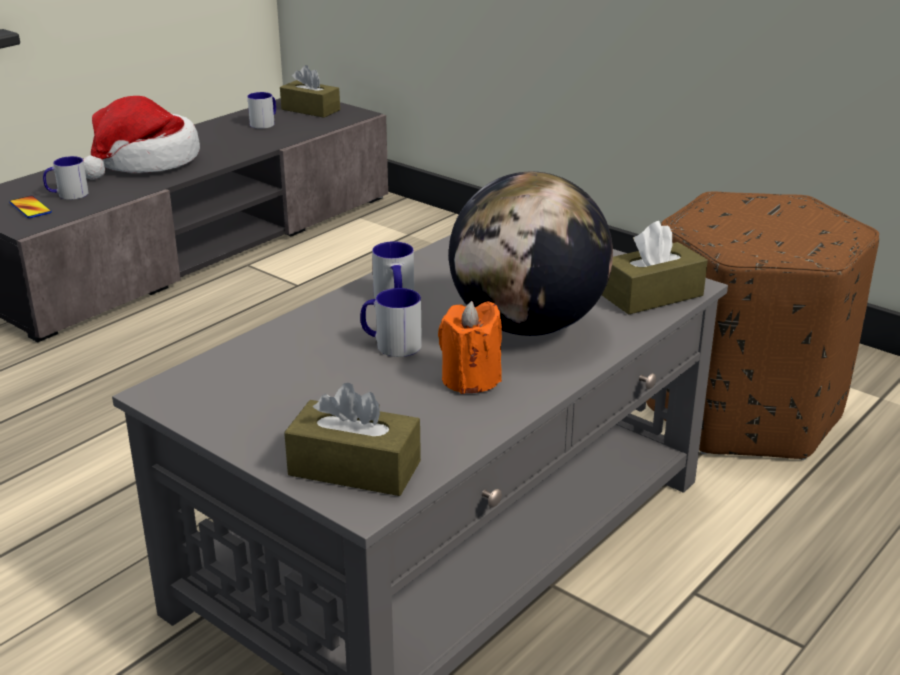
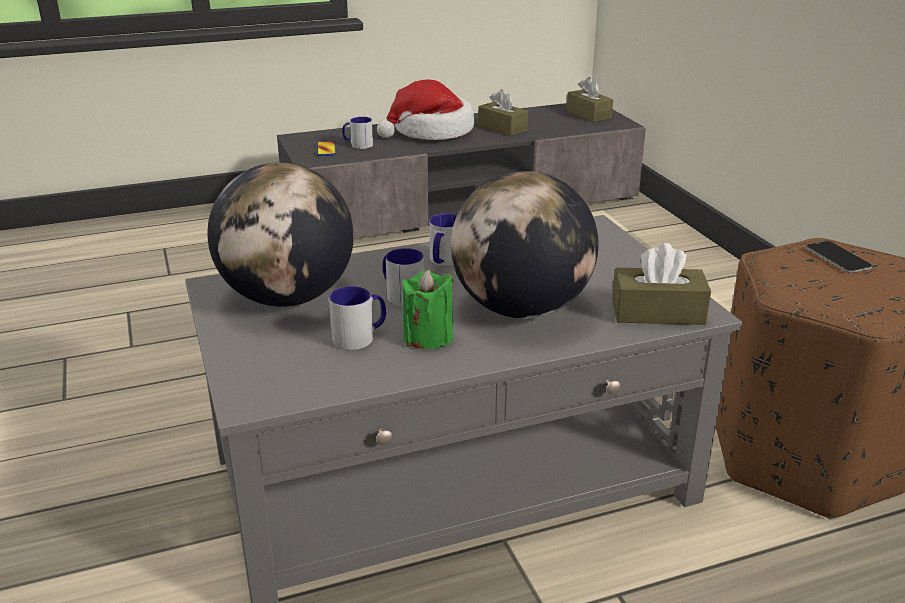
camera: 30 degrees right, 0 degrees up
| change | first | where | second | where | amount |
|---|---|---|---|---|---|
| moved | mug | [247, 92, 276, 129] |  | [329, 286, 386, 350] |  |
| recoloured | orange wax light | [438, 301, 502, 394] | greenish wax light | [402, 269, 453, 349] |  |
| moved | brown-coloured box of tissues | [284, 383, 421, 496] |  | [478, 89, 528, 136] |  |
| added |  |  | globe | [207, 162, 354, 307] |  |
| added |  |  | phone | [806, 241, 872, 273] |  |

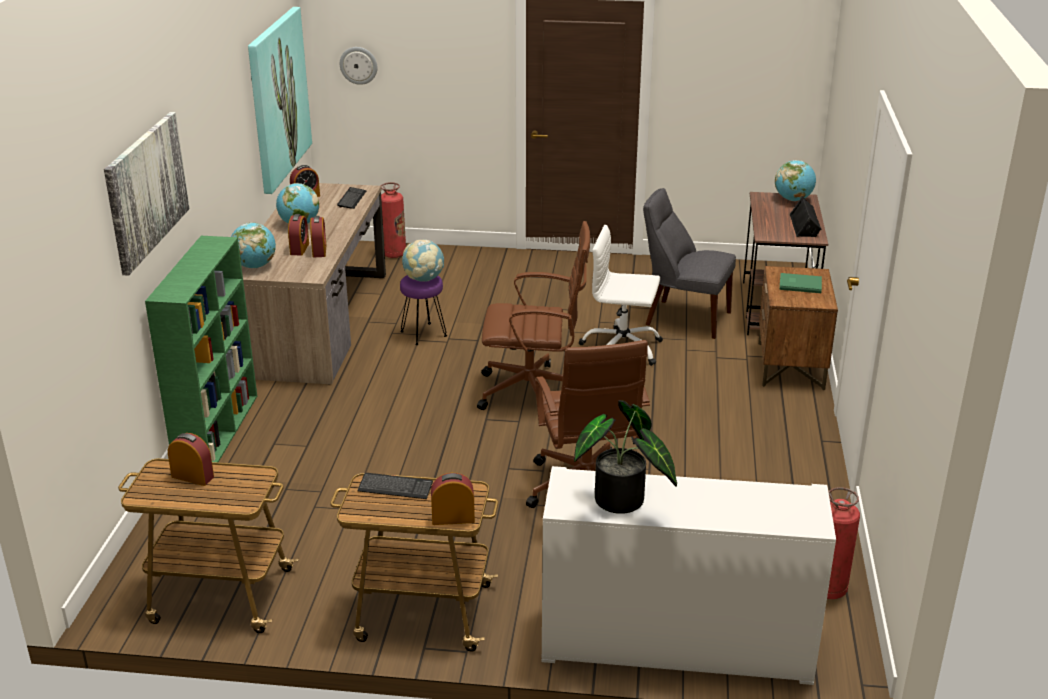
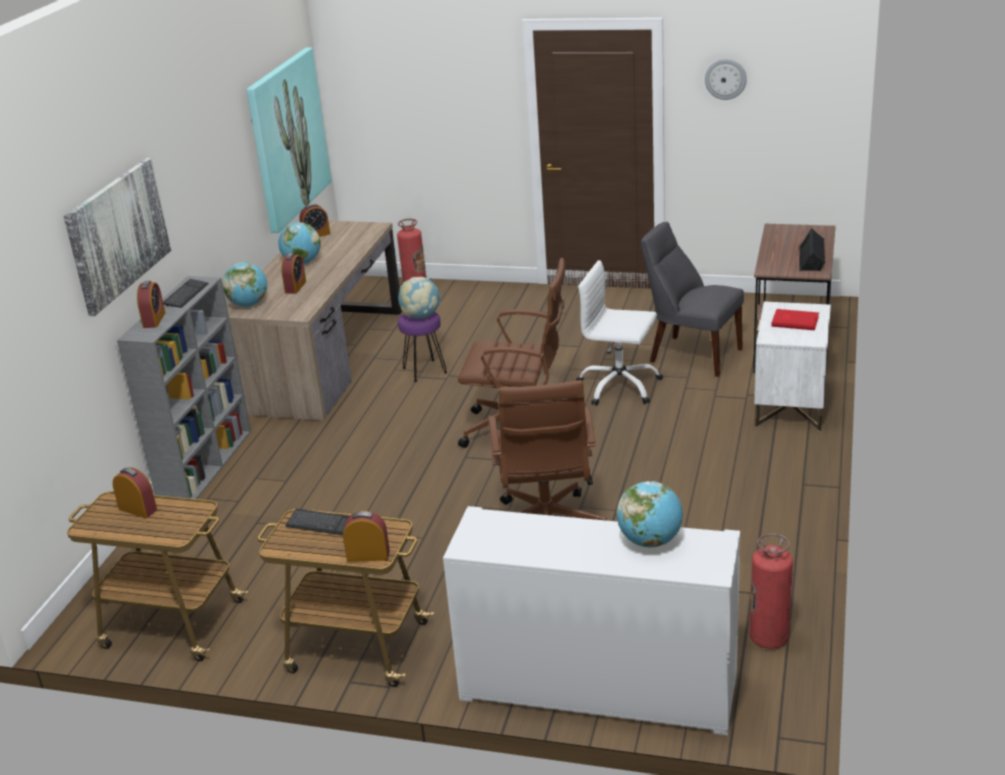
camera: 10 degrees right, 0 degrees up
| change | first | where | second | where | amount |
|---|---|---|---|---|---|
| moved | hanging clock | [340, 47, 377, 85] |  | [705, 59, 747, 100] |  |
| moved | globe | [775, 160, 816, 201] |  | [616, 481, 683, 547] |  |
| moved | computer keyboard | [337, 187, 366, 209] |  | [163, 279, 209, 308] |  |
| moved | alarm clock | [310, 216, 326, 257] |  | [137, 281, 165, 328] |  |
| recoloured | greenish bookshelf | [145, 236, 257, 462] | gray bookshelf | [117, 276, 251, 499] |  |
| recoloured | brown-coloured night table | [758, 266, 838, 390] | white night table | [754, 302, 831, 432] |  |
| recoloured | greenish bound book | [779, 273, 822, 293] | red-coloured bound book | [771, 309, 819, 330] |  |
| removed | plant in a pot | [574, 400, 677, 514] |  |  |  |

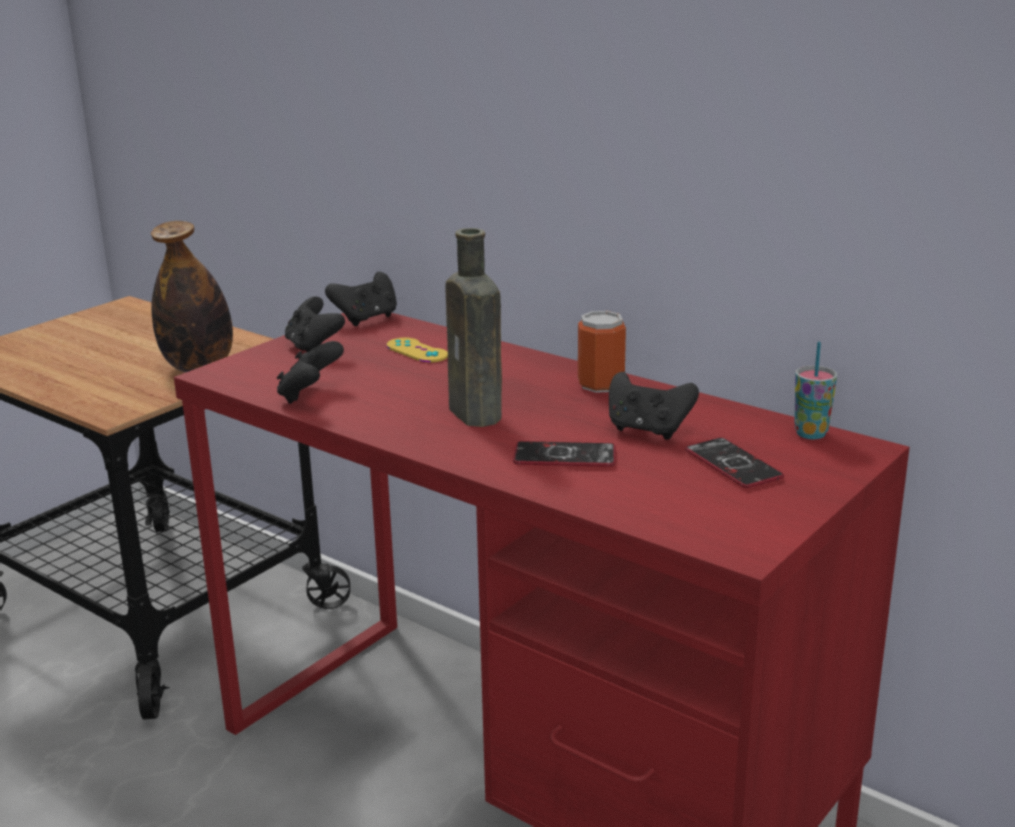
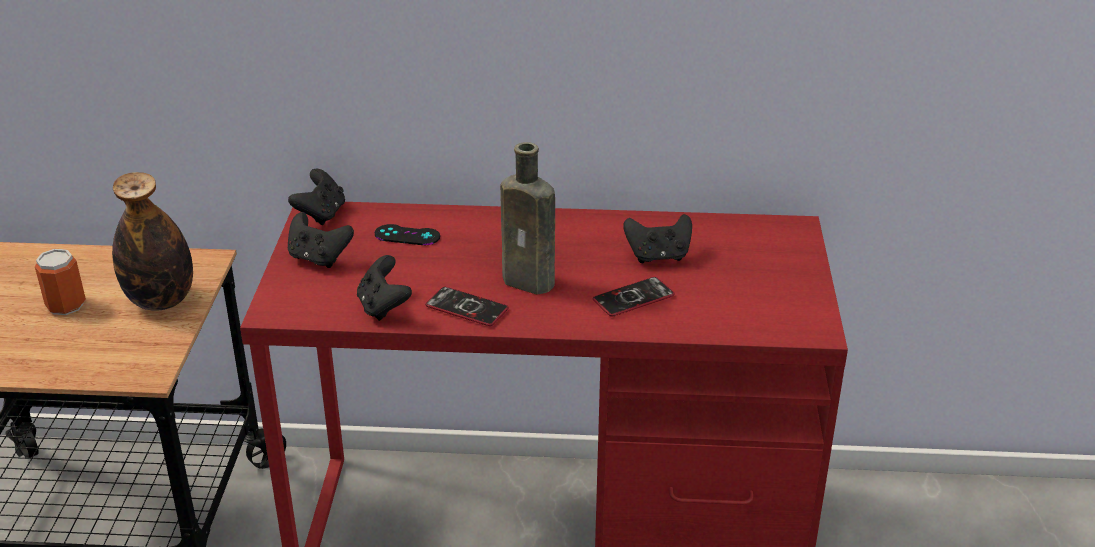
camera: 35 degrees left, 10 degrees up
| change | first | where | second | where | amount |
|---|---|---|---|---|---|
| moved | metal can | [578, 311, 626, 393] |  | [35, 249, 86, 315] |  |
| recoloured | yellowish joypad | [386, 338, 448, 363] | black-coloured joypad | [375, 224, 440, 245] |  |
| removed | cup | [795, 342, 837, 439] |  |  |  |
| moved | phone | [685, 438, 784, 488] |  | [425, 287, 508, 326] |  |

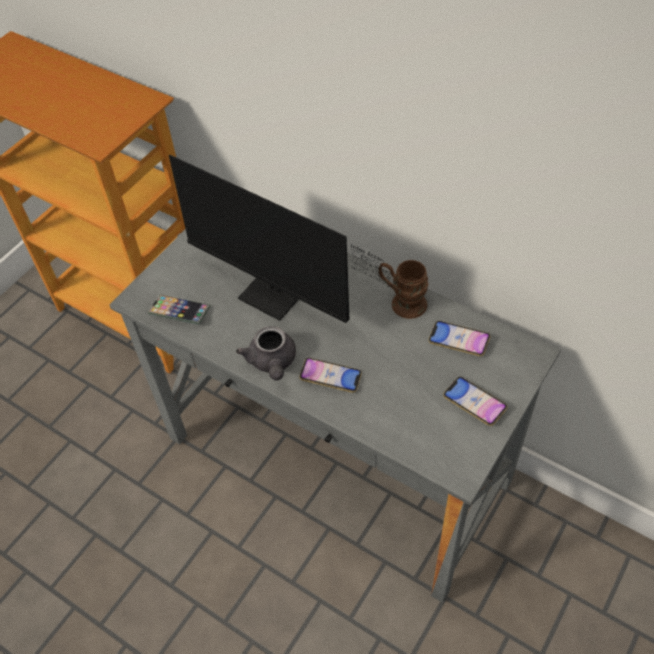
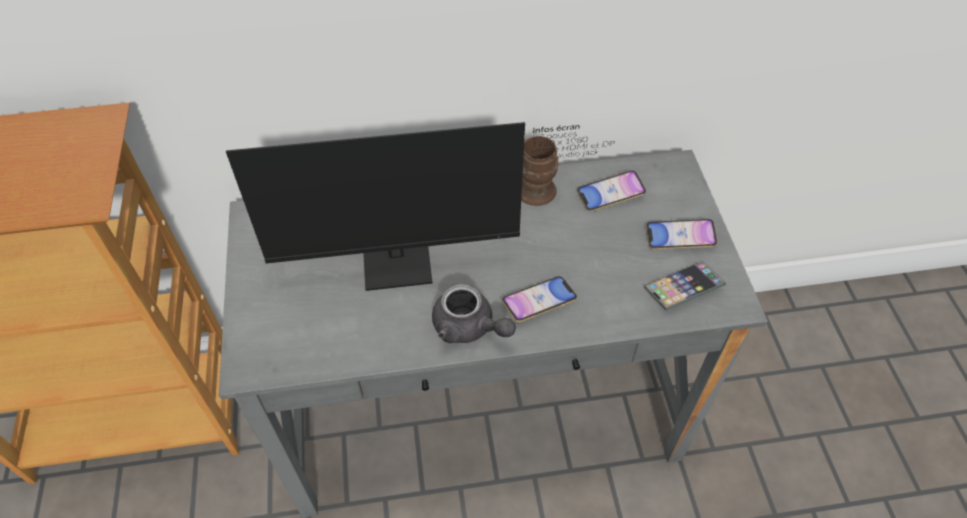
camera: 45 degrees left, 0 degrees up
| change | first | where | second | where | amount |
|---|---|---|---|---|---|
| moved | phone | [147, 295, 211, 325] |  | [644, 261, 726, 311] |  |

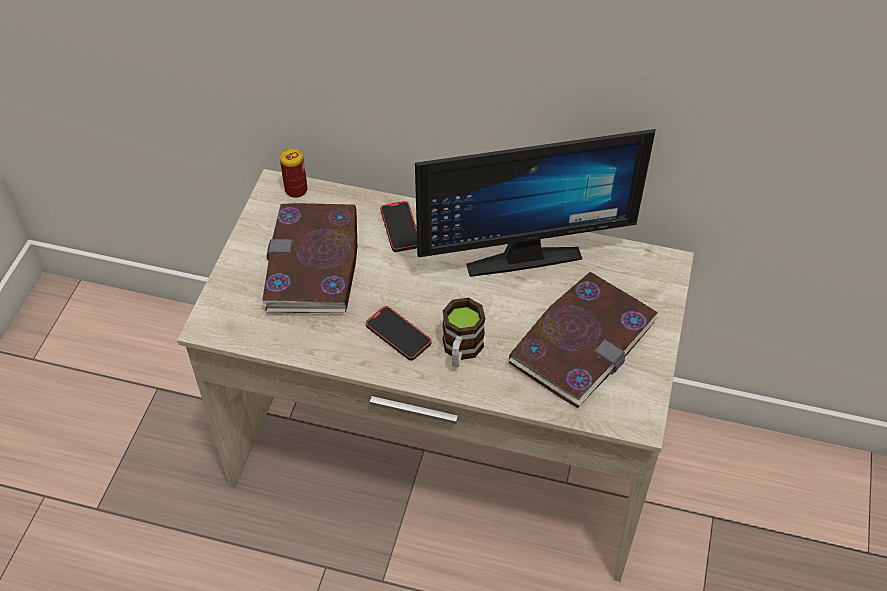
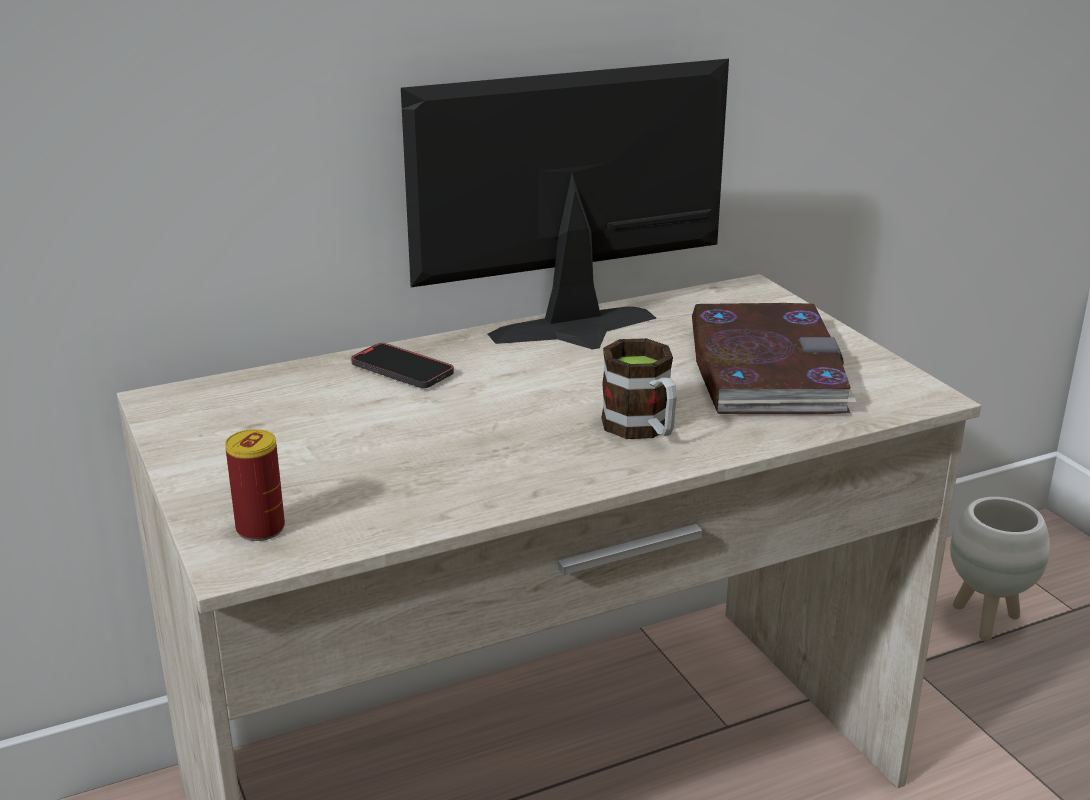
camera: 40 degrees left, 25 degrees down
| change | first | where | second | where | amount |
|---|---|---|---|---|---|
| turned | monitor | [415, 129, 656, 277] |  | [401, 59, 729, 349] | 150 degrees counterclockwise |
| moved | metal can | [280, 148, 308, 198] |  | [225, 429, 285, 541] |  |
| removed | bound book | [262, 203, 357, 313] |  |  |  |
| removed | phone | [366, 306, 431, 360] |  |  |  |
| added |  |  | white plant pot | [950, 497, 1050, 642] |  |

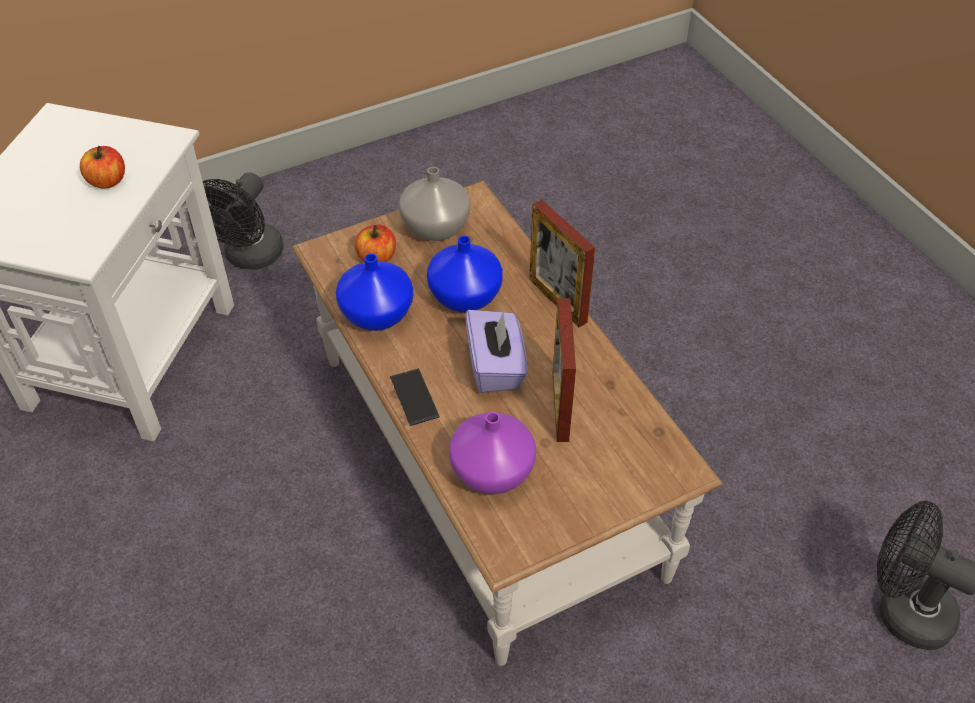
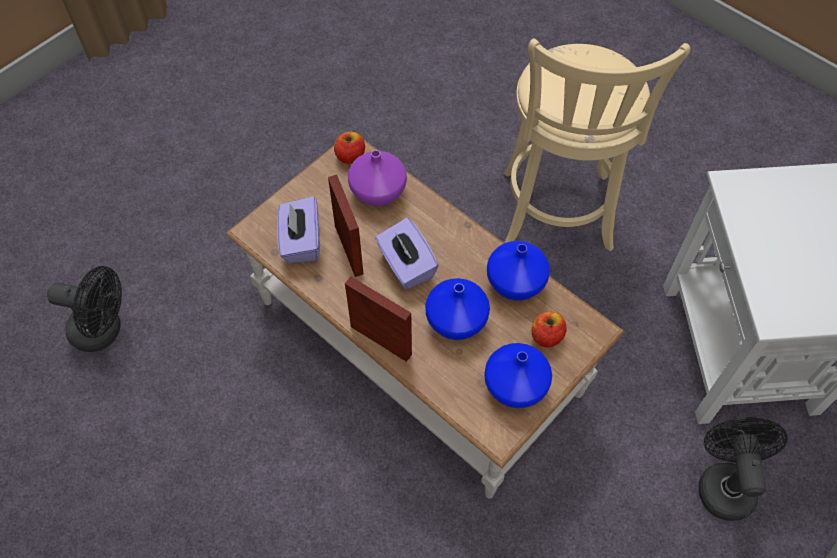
camera: 160 degrees right, 10 degrees up
| change | first | where | second | where | amount |
|---|---|---|---|---|---|
| moved | apple | [80, 146, 125, 189] |  | [334, 132, 365, 164] |  |
| recoloured | gray vase | [399, 167, 470, 241] | blue vase | [484, 343, 552, 408] |  |
| removed | phone | [390, 368, 440, 426] |  |  |  |
| added |  |  | beige stool seat | [503, 38, 690, 251] |  |
| added |  |  | purple box of tissues | [277, 196, 320, 263] |  |

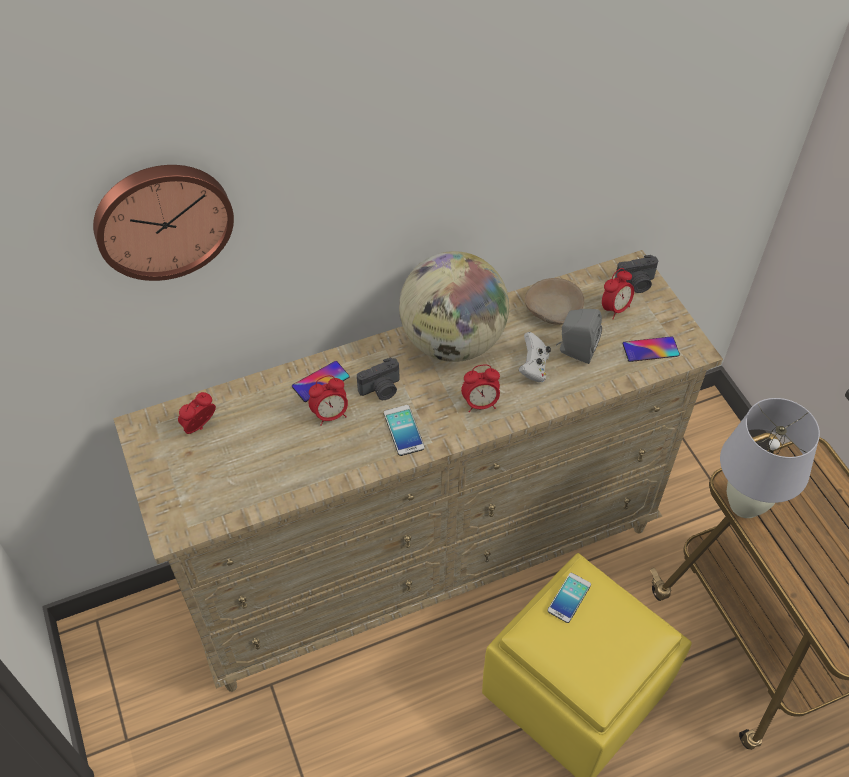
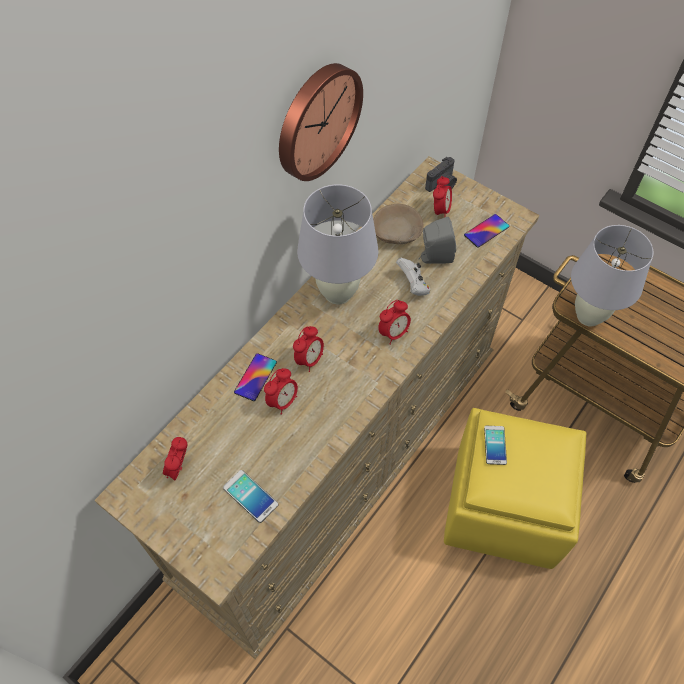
camera: 30 degrees left, 5 degrees up
| change | first | where | second | where | amount |
|---|---|---|---|---|---|
| moved | hanging clock | [93, 165, 234, 281] |  | [279, 63, 363, 181] |  |
| replaced | globe | [399, 251, 509, 362] | white lamp for a table | [297, 185, 378, 305] |  |
| replaced | photo camera | [357, 358, 399, 400] | alarm clock | [293, 326, 324, 372] |  |
| moved | phone | [384, 405, 425, 456] |  | [223, 470, 278, 523] |  |

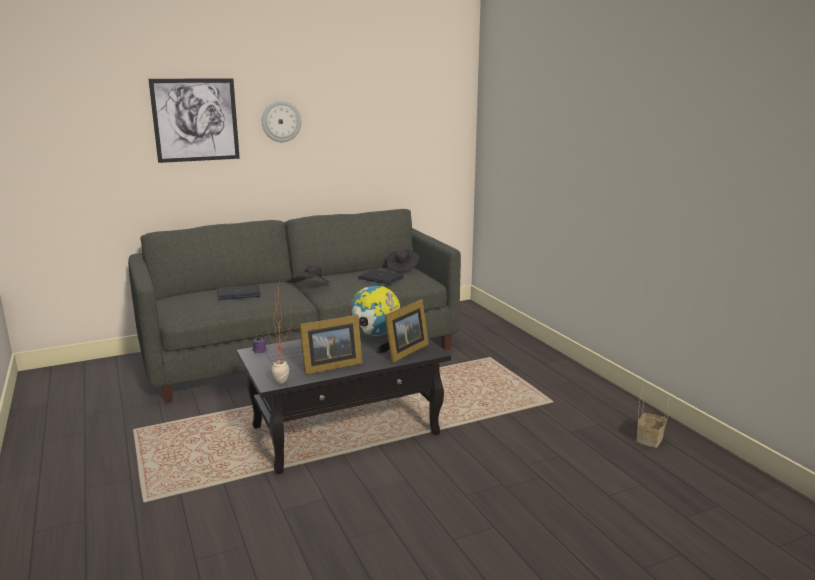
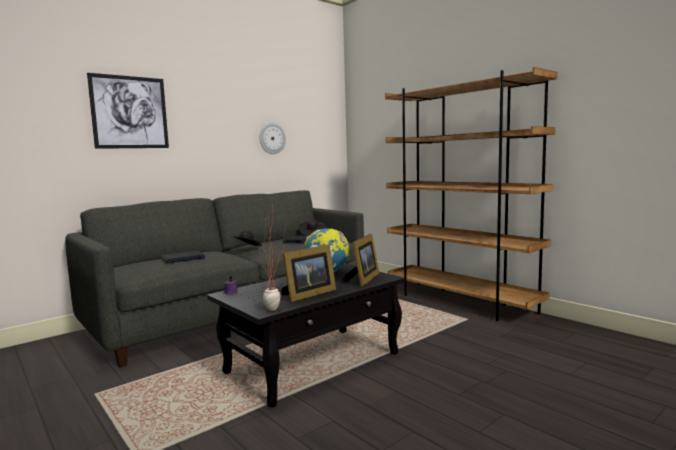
camera: 15 degrees left, 10 degrees down
| change | first | where | second | where | amount |
|---|---|---|---|---|---|
| moved | hanging clock | [262, 101, 302, 142] |  | [259, 123, 286, 154] |  |
| removed | household basket | [636, 388, 672, 448] |  |  |  |
| added |  |  | brown-coloured bookshelf | [385, 67, 557, 321] |  |

